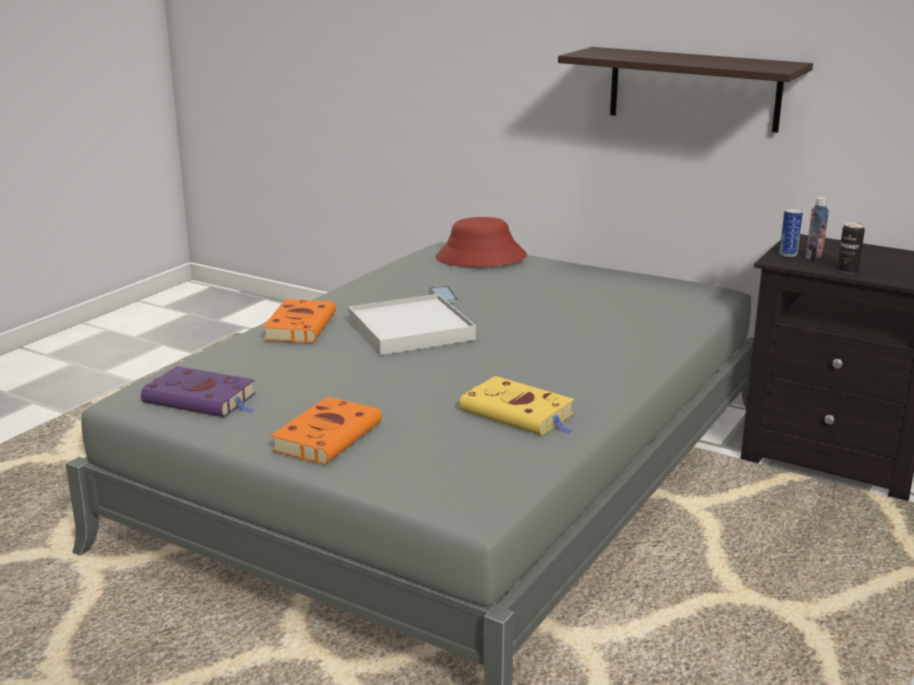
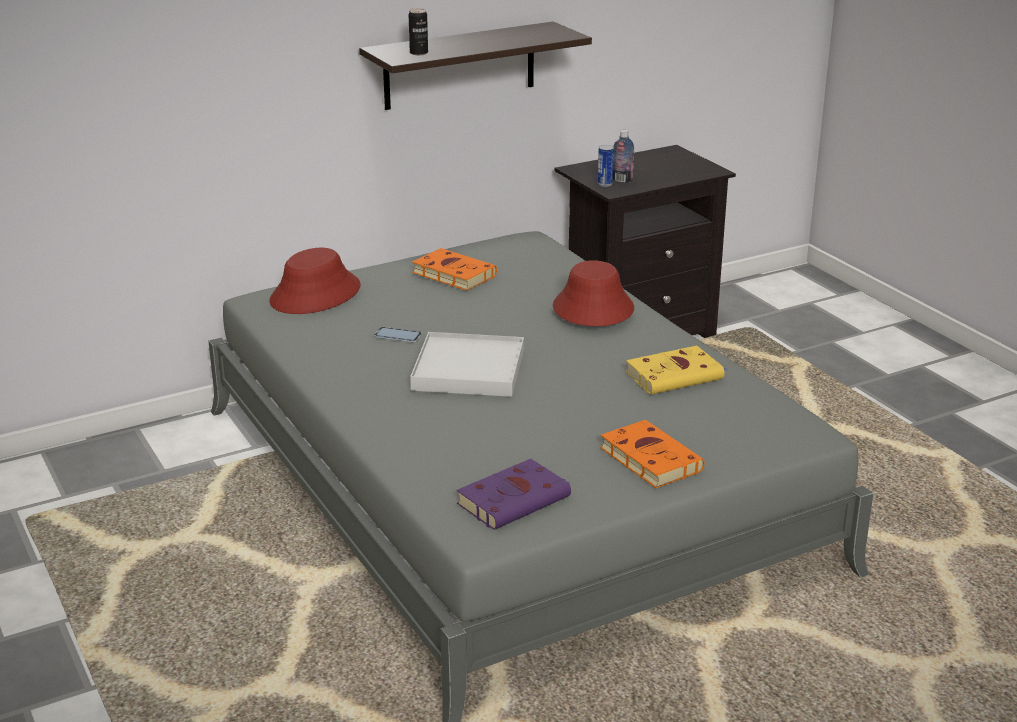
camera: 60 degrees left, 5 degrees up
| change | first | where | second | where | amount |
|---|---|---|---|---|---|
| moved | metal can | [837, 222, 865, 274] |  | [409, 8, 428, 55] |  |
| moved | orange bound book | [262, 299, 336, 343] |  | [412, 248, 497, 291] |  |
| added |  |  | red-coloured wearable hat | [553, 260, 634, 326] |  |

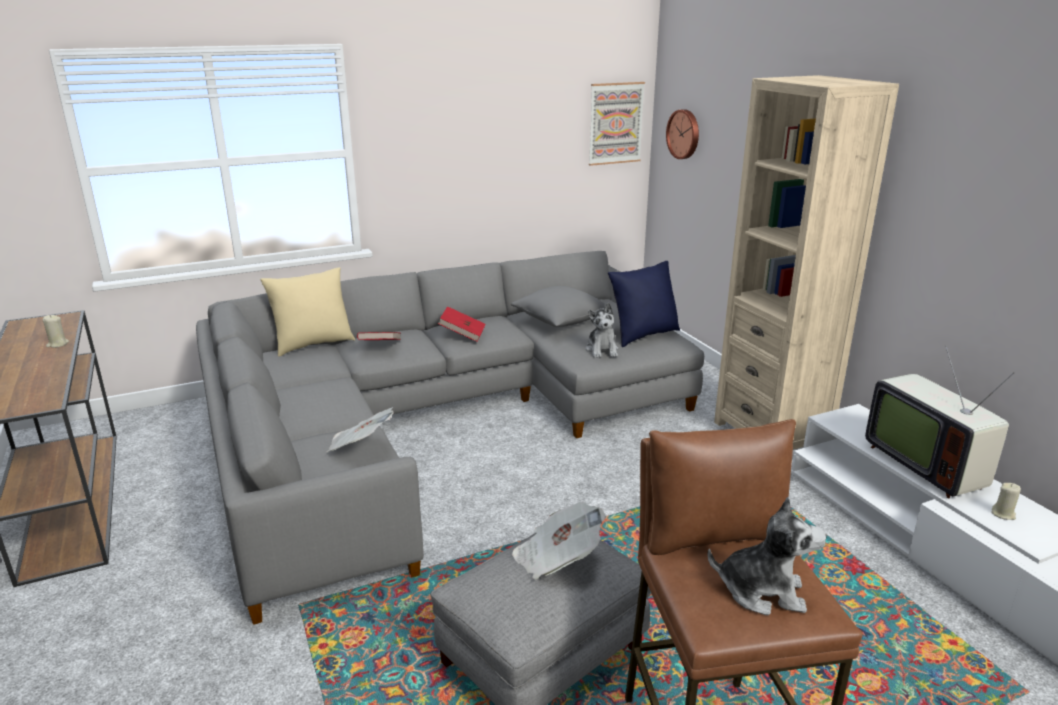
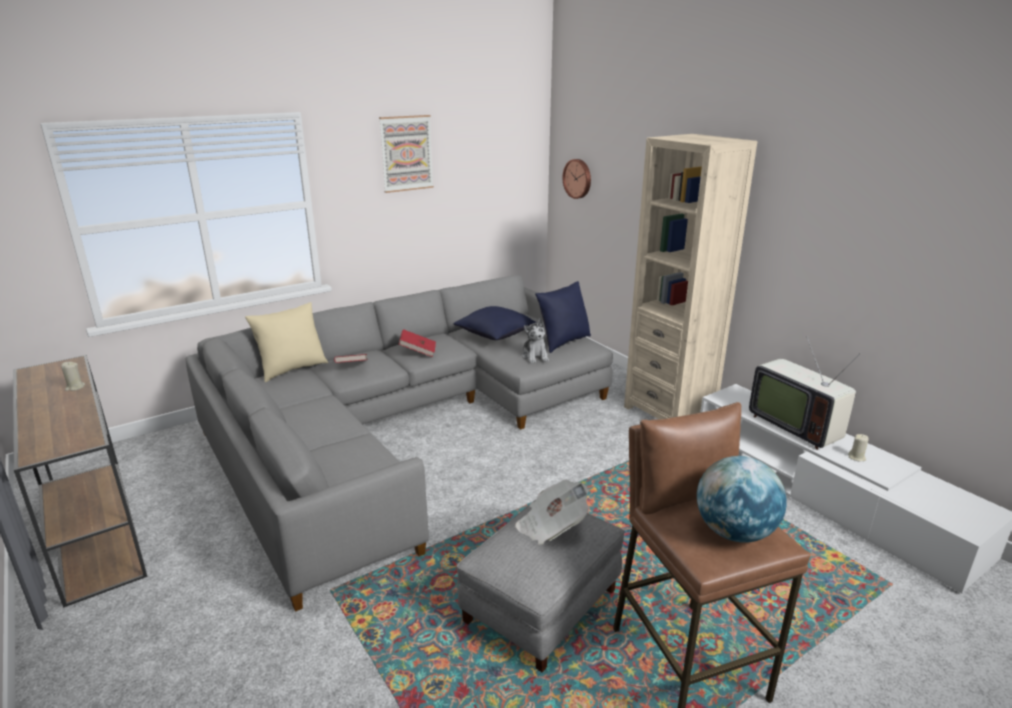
camera: 10 degrees left, 0 degrees up
| change | first | where | second | where | amount |
|---|---|---|---|---|---|
| moved | picture | [589, 82, 645, 166] |  | [379, 115, 434, 193] |  |
| recoloured | gray pillow | [511, 286, 606, 327] | blue pillow | [454, 306, 536, 340] |  |
| removed | printed paper | [326, 407, 394, 452] |  |  |  |
| replaced | plush toy | [707, 496, 827, 615] | globe | [697, 456, 787, 543] |  |

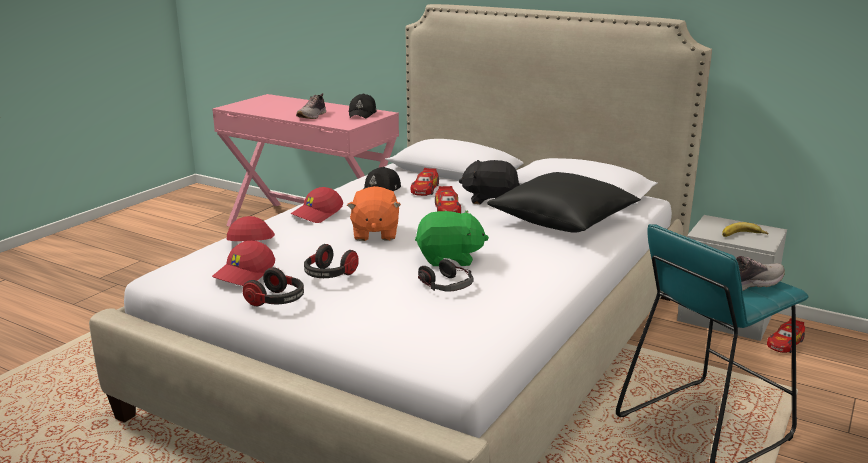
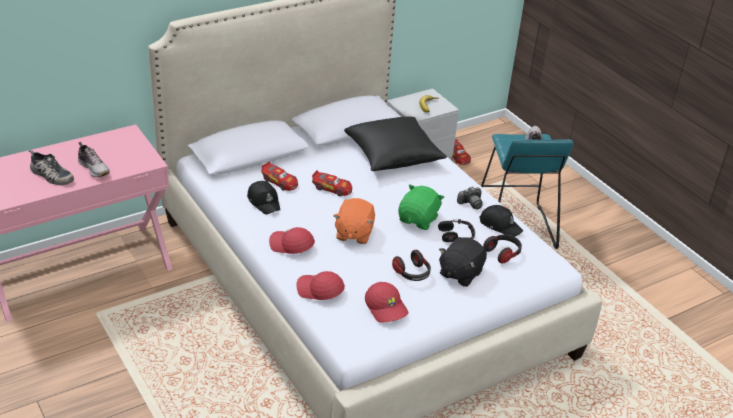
camera: 65 degrees left, 15 degrees up
| change | first | where | second | where | amount |
|---|---|---|---|---|---|
| moved | black-coloured cap | [349, 93, 377, 119] |  | [479, 205, 523, 237] |  |
| moved | black-coloured plush toy | [459, 160, 520, 204] |  | [439, 237, 487, 287] |  |
| turned | orange plush toy | [347, 186, 401, 241] |  | [333, 198, 375, 244] | 75 degrees clockwise |
| turned | red-coloured cap | [290, 187, 343, 223] |  | [269, 227, 315, 254] | 135 degrees clockwise |
| moved | headphones | [242, 267, 304, 306] |  | [483, 234, 522, 263] |  |
| added |  |  | low shoe | [29, 150, 74, 185] |  |
| added |  |  | photo camera | [457, 186, 483, 209] |  |

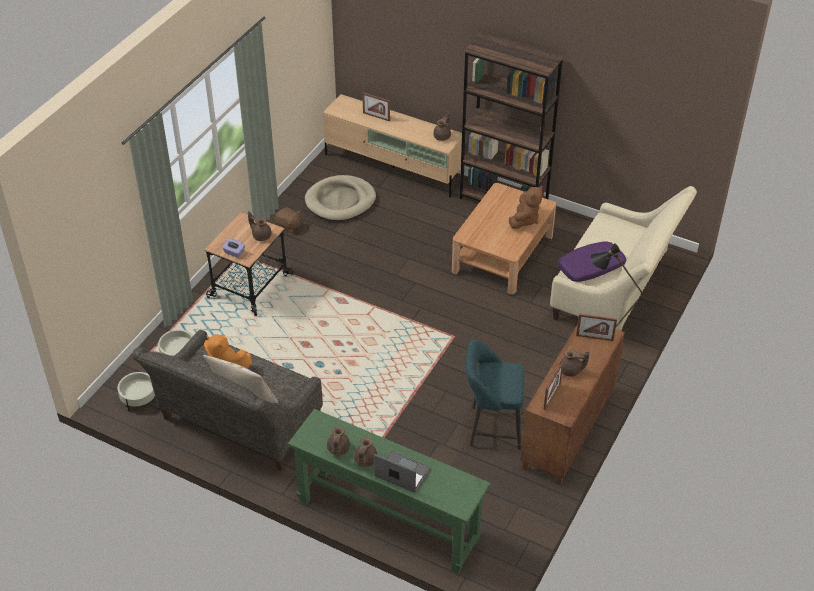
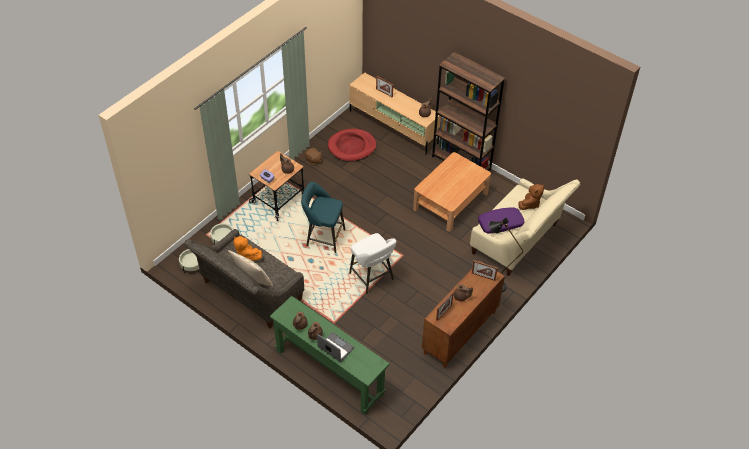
camera: 10 degrees right, 5 degrees up
| change | first | where | second | where | amount |
|---|---|---|---|---|---|
| recoloured | beige dog bed | [305, 175, 376, 221] | red-coloured dog bed | [328, 129, 376, 162] |  |
| moved | brown-coloured plush toy | [509, 186, 543, 229] |  | [518, 184, 545, 210] |  |
| moved | blue-green stool seat | [466, 340, 524, 450] |  | [301, 182, 345, 253] |  |
| added |  |  | white stool seat | [349, 233, 396, 294] |  |

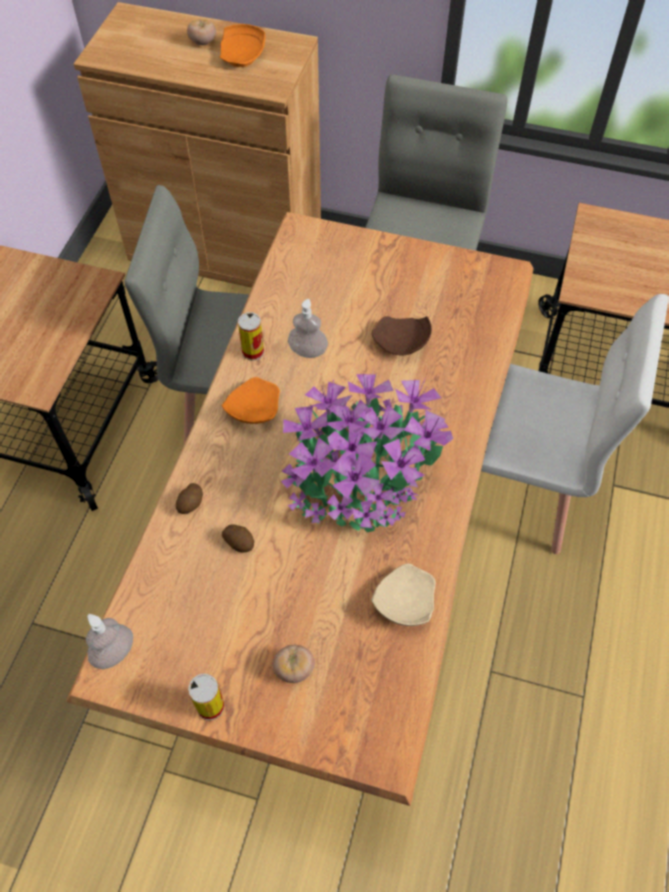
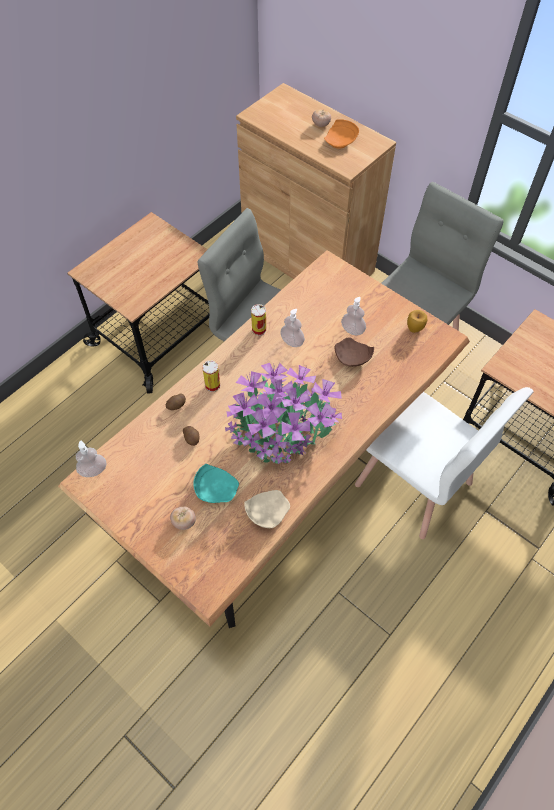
camera: 25 degrees right, 0 degrees up
| change | first | where | second | where | amount |
|---|---|---|---|---|---|
| removed | orange plate | [222, 377, 280, 424] |  |  |  |
| moved | metal can | [188, 674, 225, 720] |  | [202, 360, 220, 392] |  |
| added |  |  | liquid soap bottle | [341, 297, 366, 335] |  |
| added |  |  | apple | [407, 310, 427, 333] |  |
| added |  |  | blue-green plate | [193, 464, 239, 503] |  |

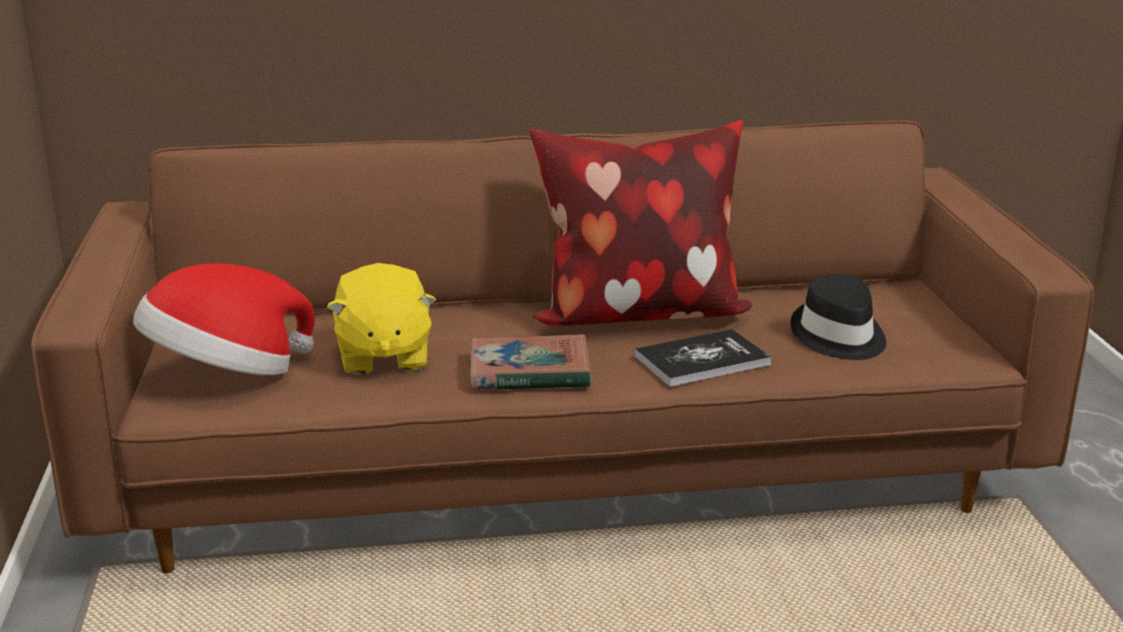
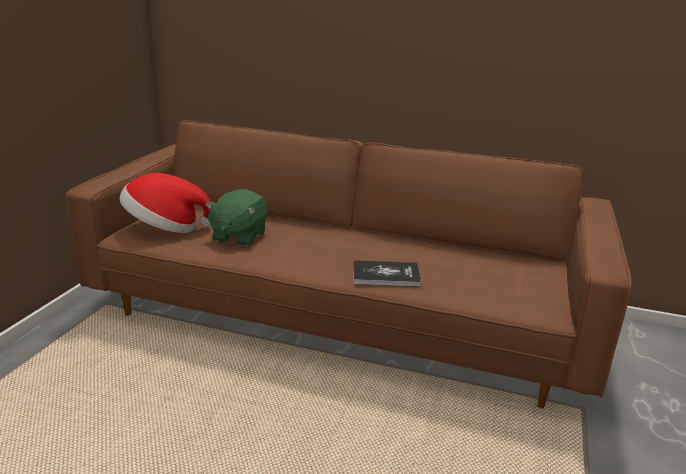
camera: 25 degrees right, 0 degrees up
| change | first | where | second | where | amount |
|---|---|---|---|---|---|
| removed | pillow | [529, 120, 752, 326] |  |  |  |
| recoloured | yellowish plush toy | [327, 263, 436, 375] | greenish plush toy | [205, 189, 268, 246] |  |
| removed | black-coloured wearable hat | [790, 274, 886, 360] |  |  |  |
| removed | bound book | [470, 334, 591, 390] |  |  |  |

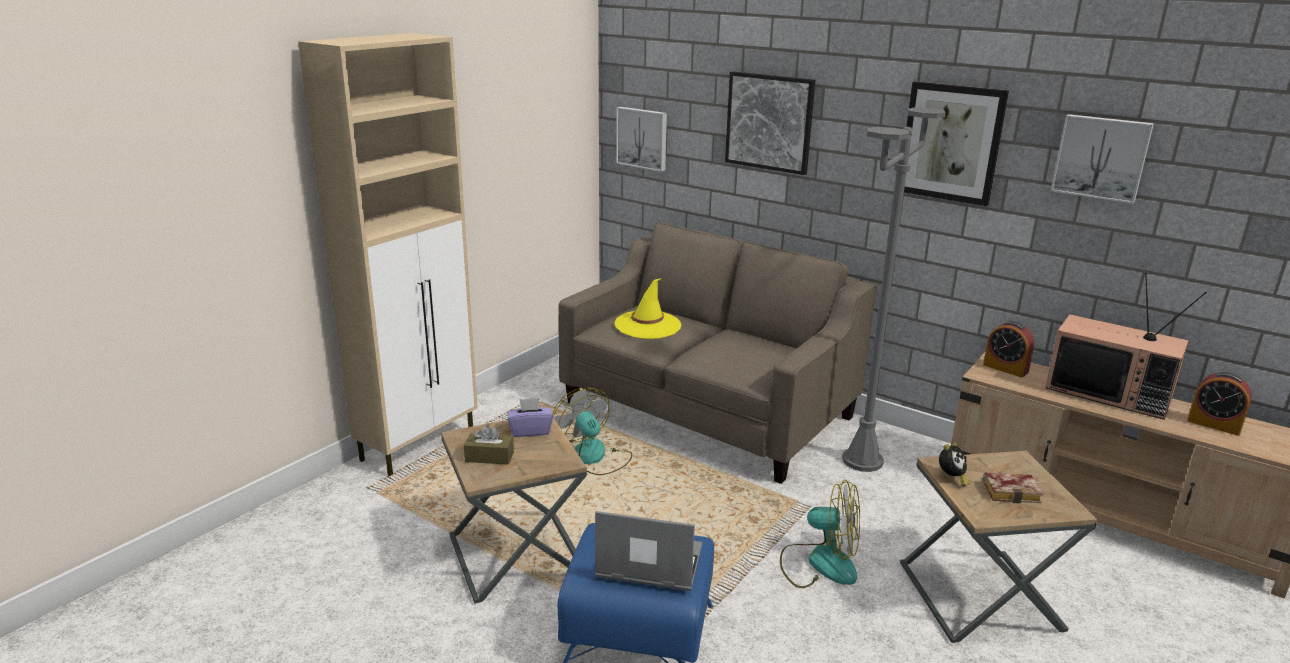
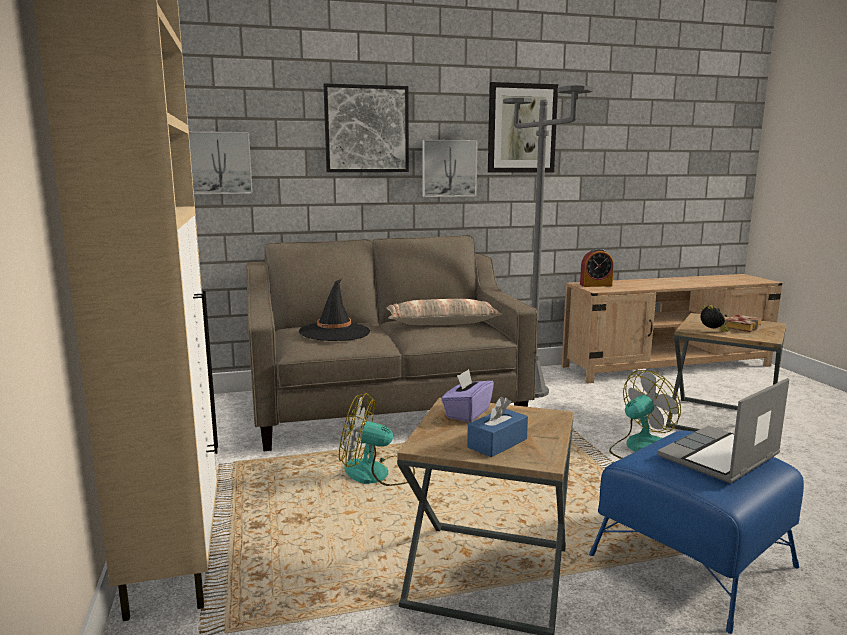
camera: 50 degrees left, 10 degrees down
| change | first | where | second | where | amount |
|---|---|---|---|---|---|
| moved | picture | [1051, 114, 1154, 204] |  | [422, 140, 478, 197] |  |
| removed | TV | [1045, 273, 1207, 420] |  |  |  |
| recoloured | yellowish wearable hat | [615, 278, 681, 339] | black-coloured wearable hat | [299, 279, 370, 341] |  |
| removed | alarm clock | [1187, 372, 1252, 436] |  |  |  |
| recoloured | brown-coloured box of tissues | [464, 425, 514, 465] | blue box of tissues | [467, 397, 528, 457] |  |
| added |  |  | pillow | [387, 299, 503, 325] |  |

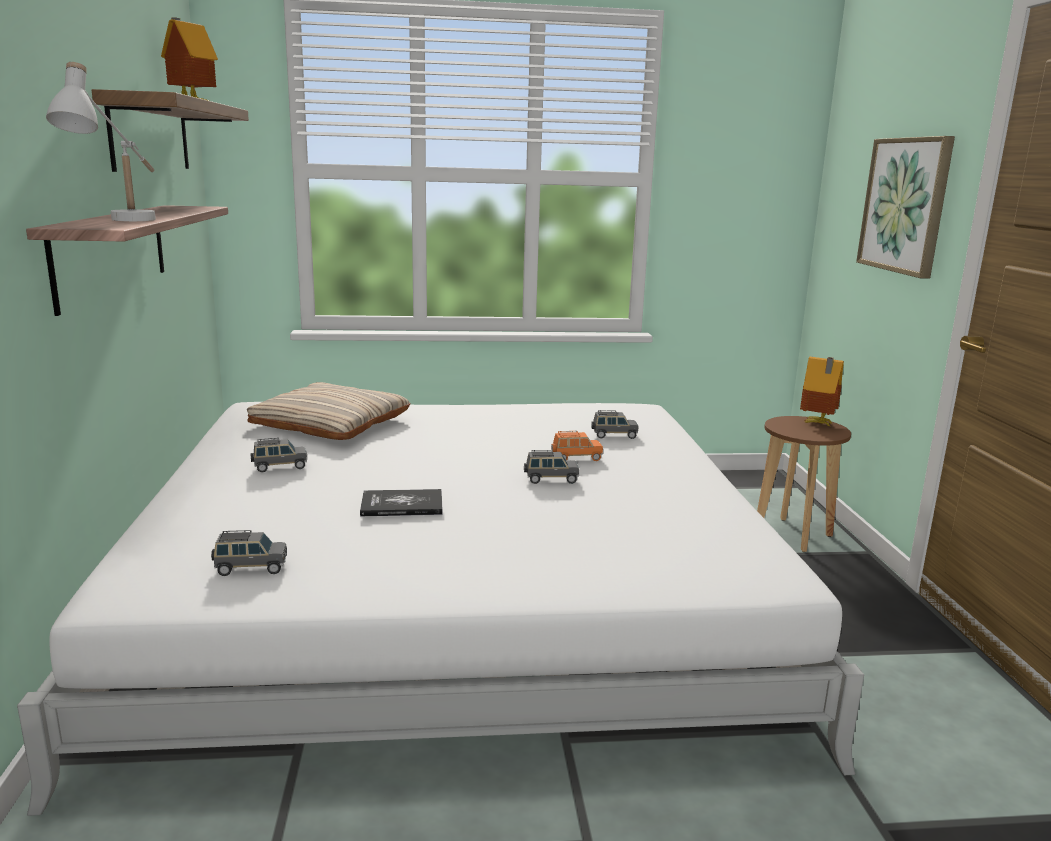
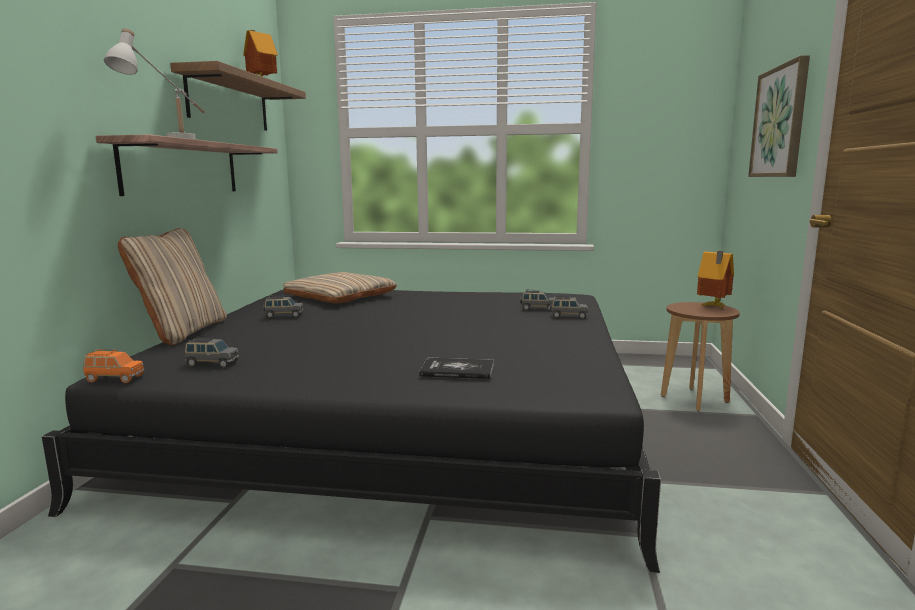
camera: 15 degrees right, 5 degrees down
| change | first | where | second | where | amount |
|---|---|---|---|---|---|
| recoloured | white sleeping bed | [17, 402, 864, 816] | black-coloured sleeping bed | [42, 289, 661, 573] |  |
| moved | orange model car | [551, 431, 603, 461] |  | [83, 349, 144, 383] |  |
| moved | gray model car | [524, 450, 579, 484] |  | [550, 296, 588, 319] |  |
| moved | bound book | [360, 489, 443, 516] |  | [419, 357, 494, 379] |  |
| added |  |  | beige pillow | [118, 228, 227, 345] |  |

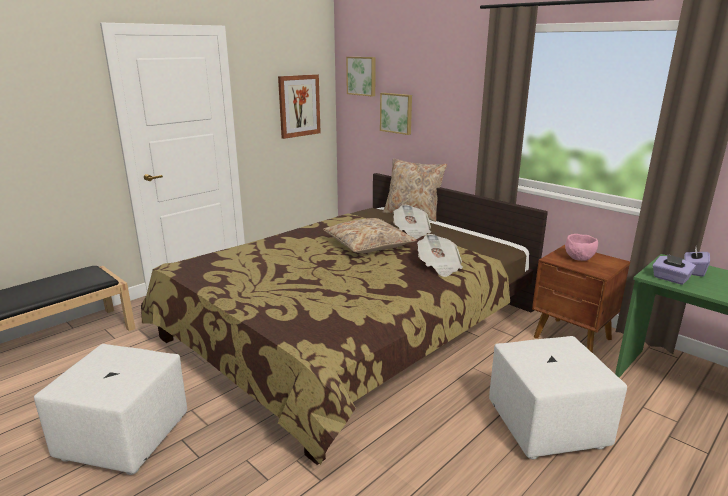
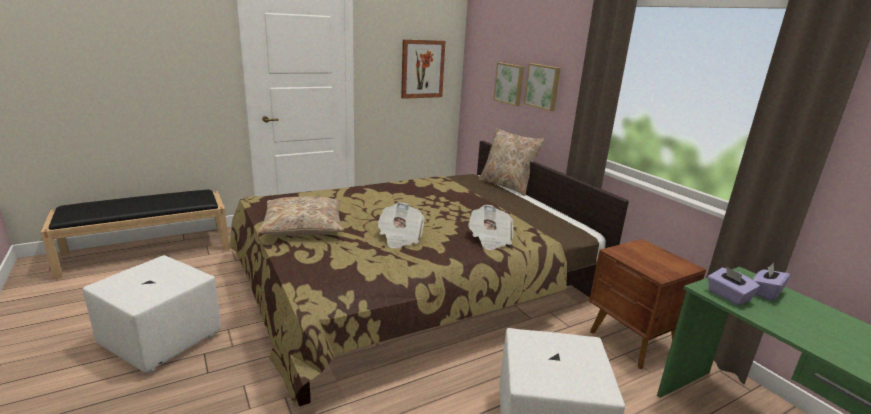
camera: 15 degrees right, 0 degrees up
| change | first | where | second | where | amount |
|---|---|---|---|---|---|
| moved | picture | [346, 57, 376, 96] |  | [524, 63, 561, 111] |  |
| moved | printed paper | [393, 205, 431, 239] |  | [377, 202, 425, 248] |  |
| moved | beige pillow | [323, 218, 417, 253] |  | [258, 197, 344, 236] |  |
| removed | pinkish bowl | [565, 234, 598, 261] |  |  |  |

